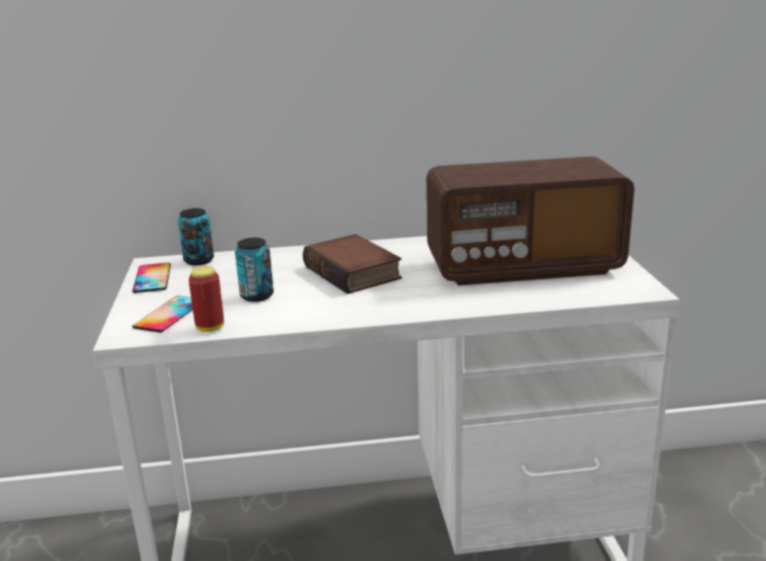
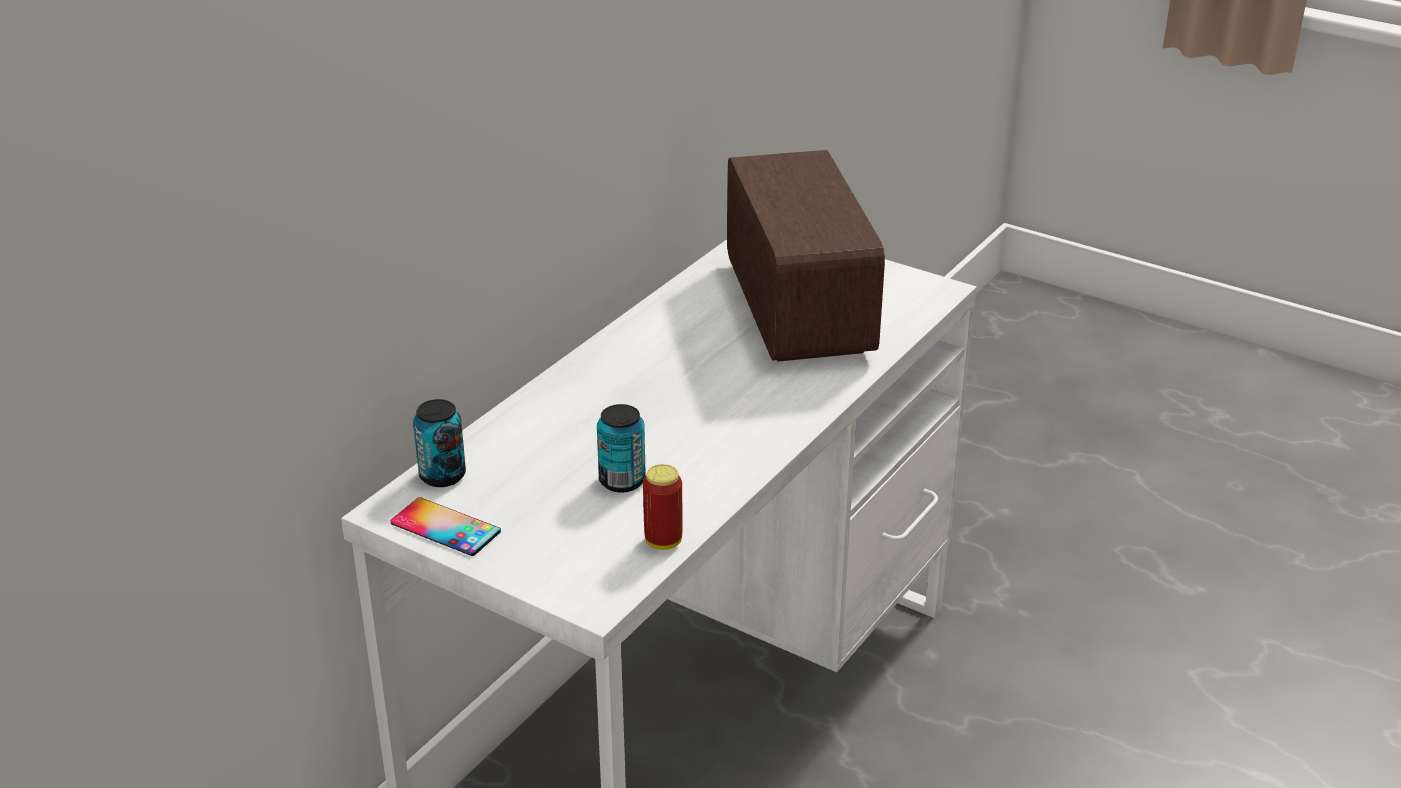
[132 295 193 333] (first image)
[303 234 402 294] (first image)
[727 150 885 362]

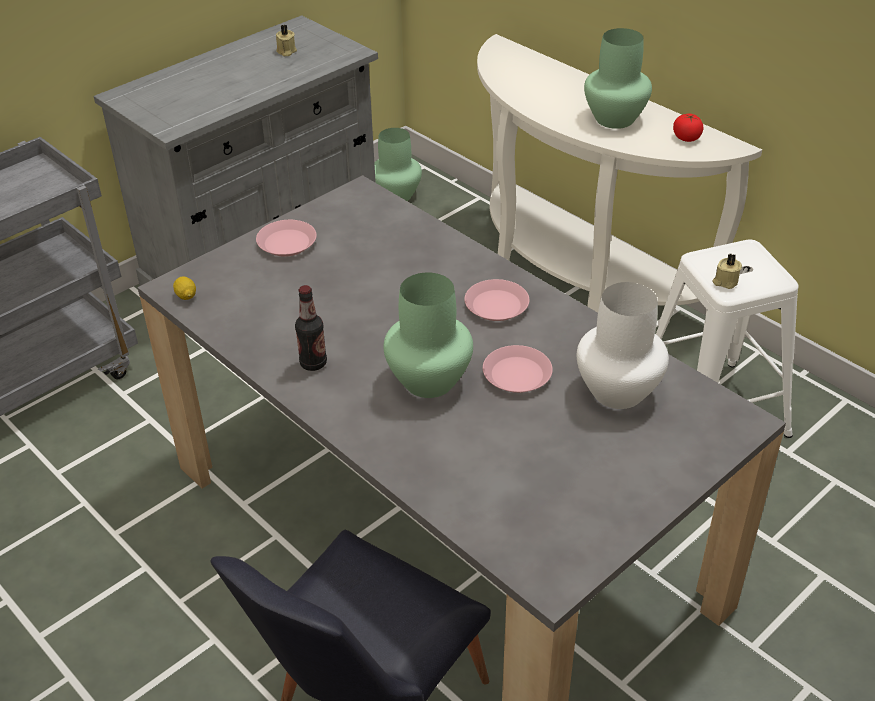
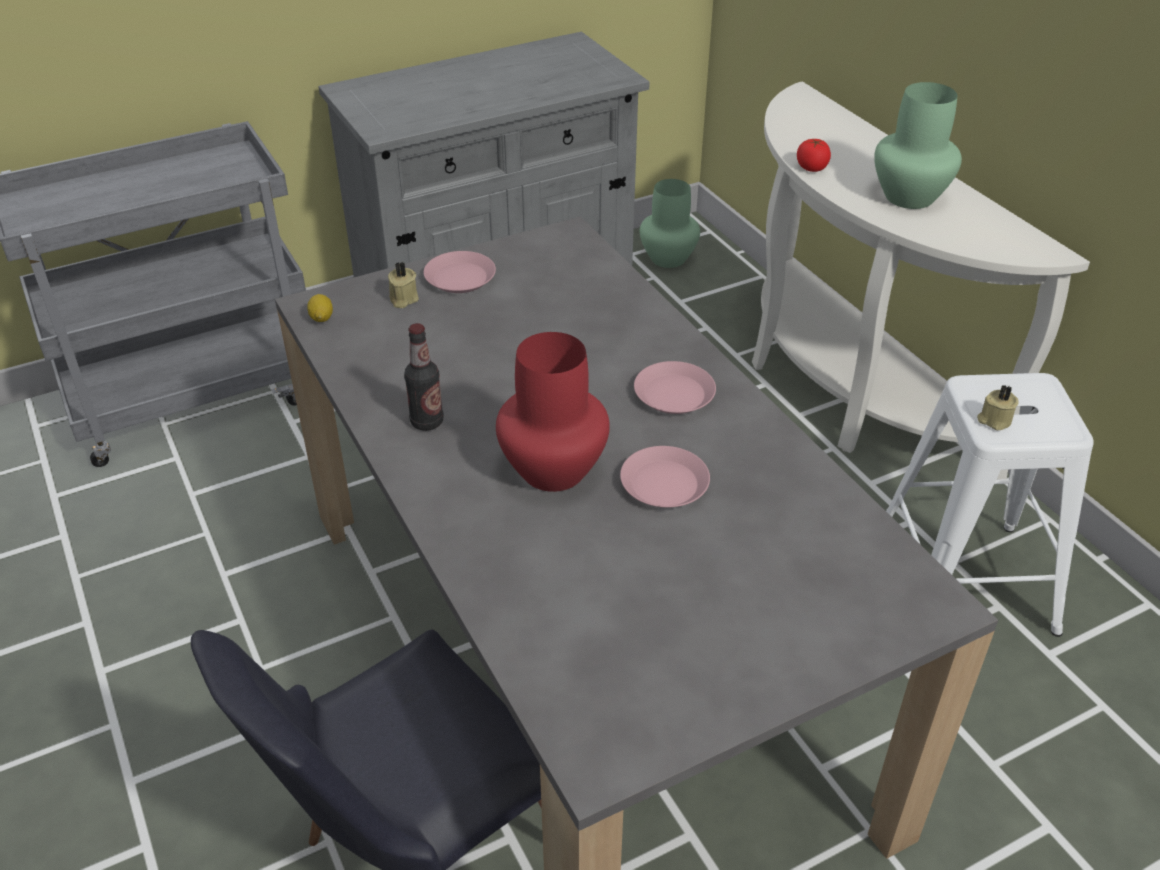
[388 262 419 308]
[496 332 610 492]
[577 282 669 409] (first image)
[797 138 831 172]

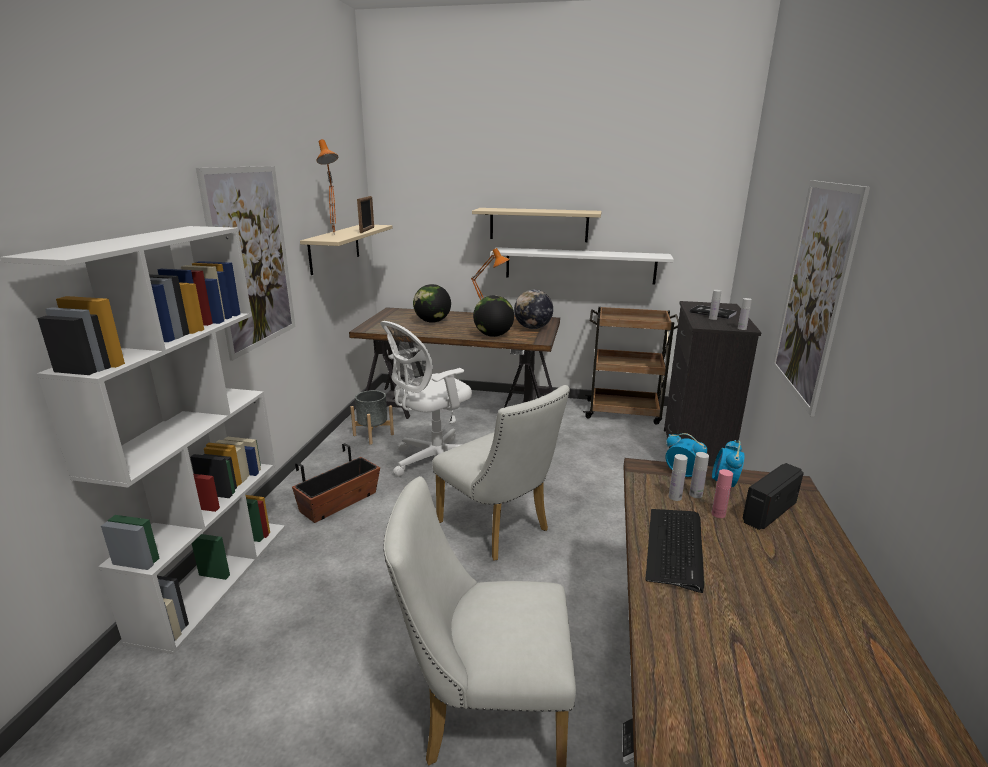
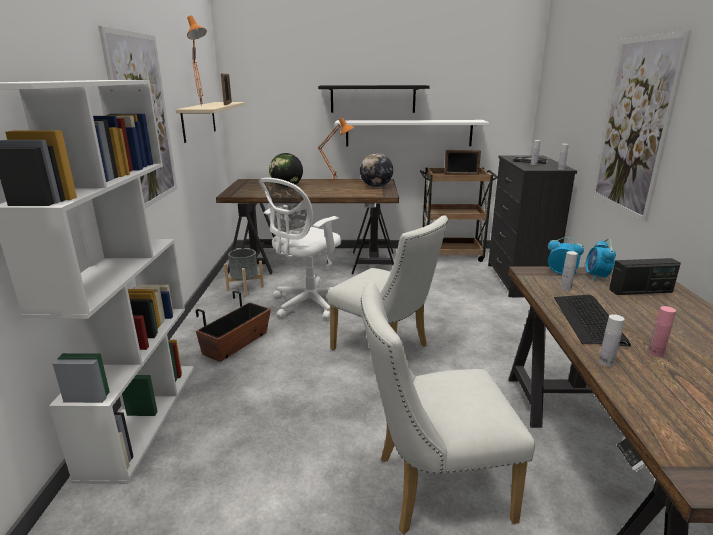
[318 85 429 113]
[473 295 514 337] (first image)
[599 314 625 367]
[648 306 676 357]
[609 258 681 295]
[444 150 481 175]

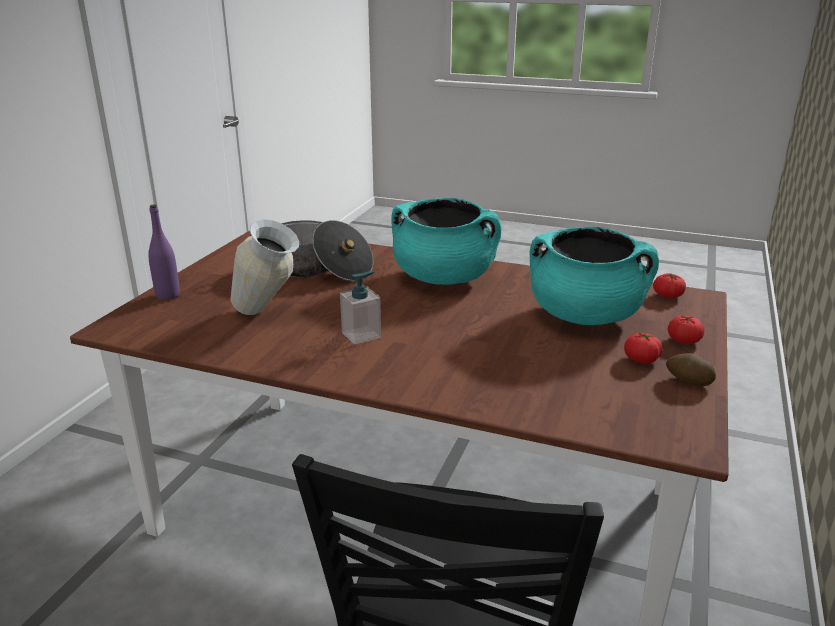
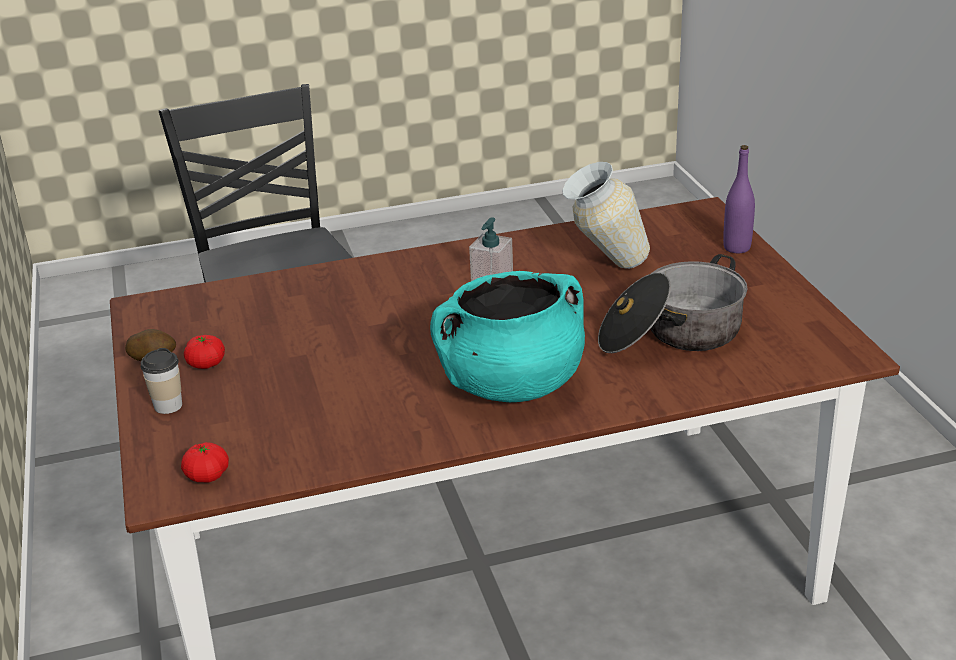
[530 227 659 325] (first image)
[141 348 182 414]

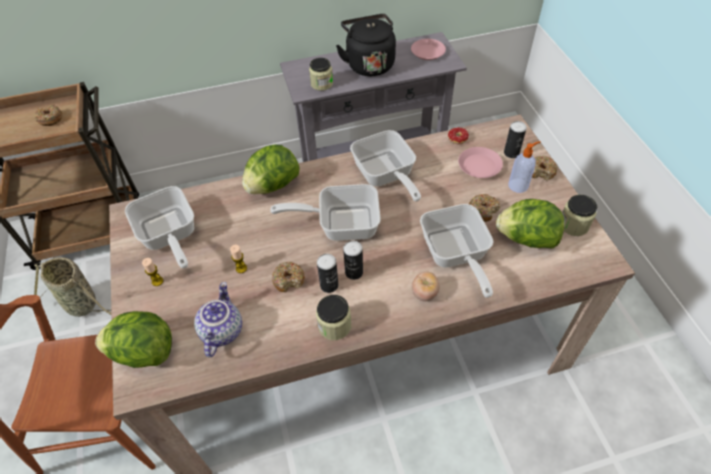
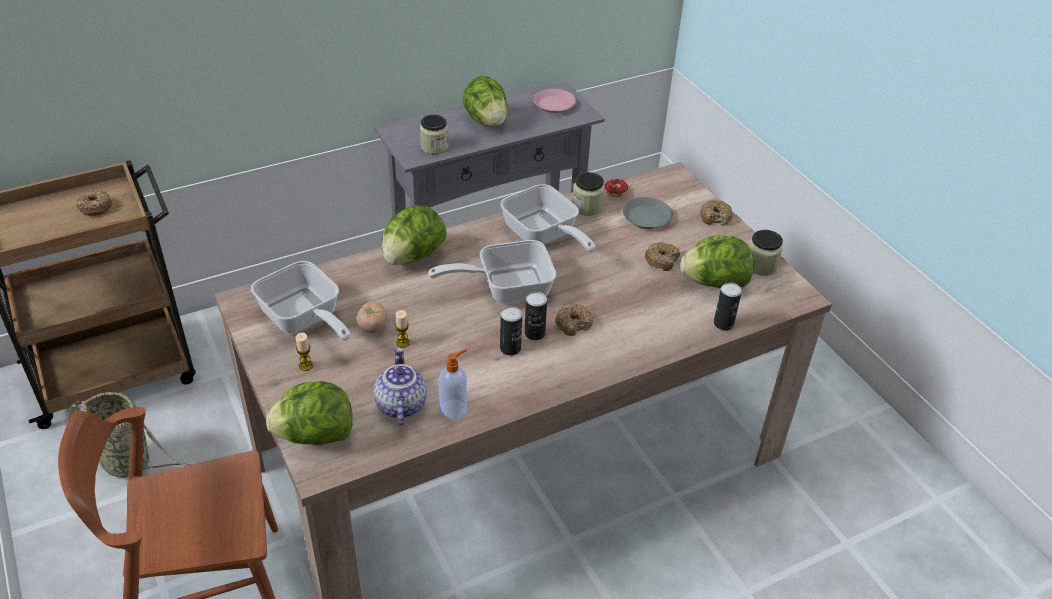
[555 304 593 336]
[572 172 605 216]
[462 76 508 127]
[357 302 387 333]
[420 204 494 298] (first image)
[623 197 673 229]
[714 282 742 330]
[439 349 467 420]

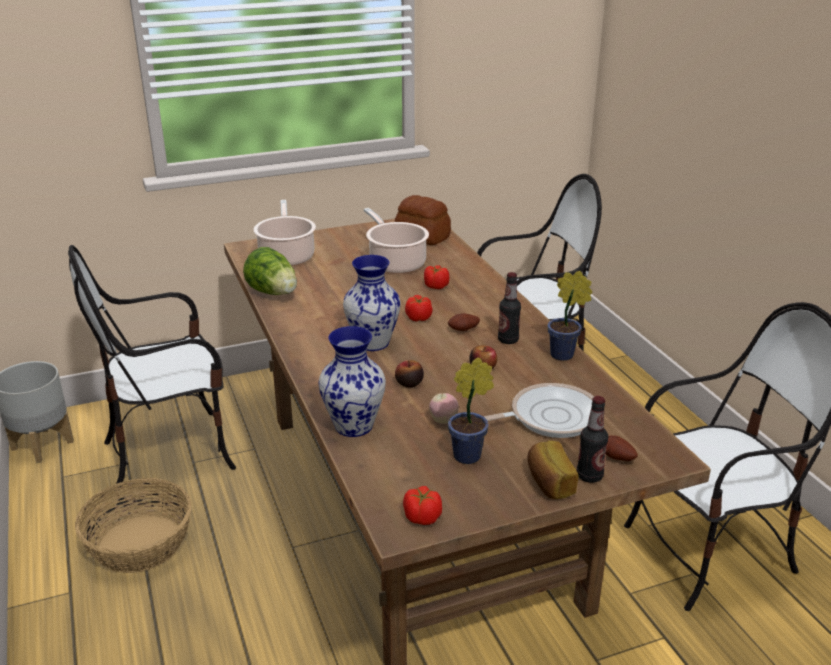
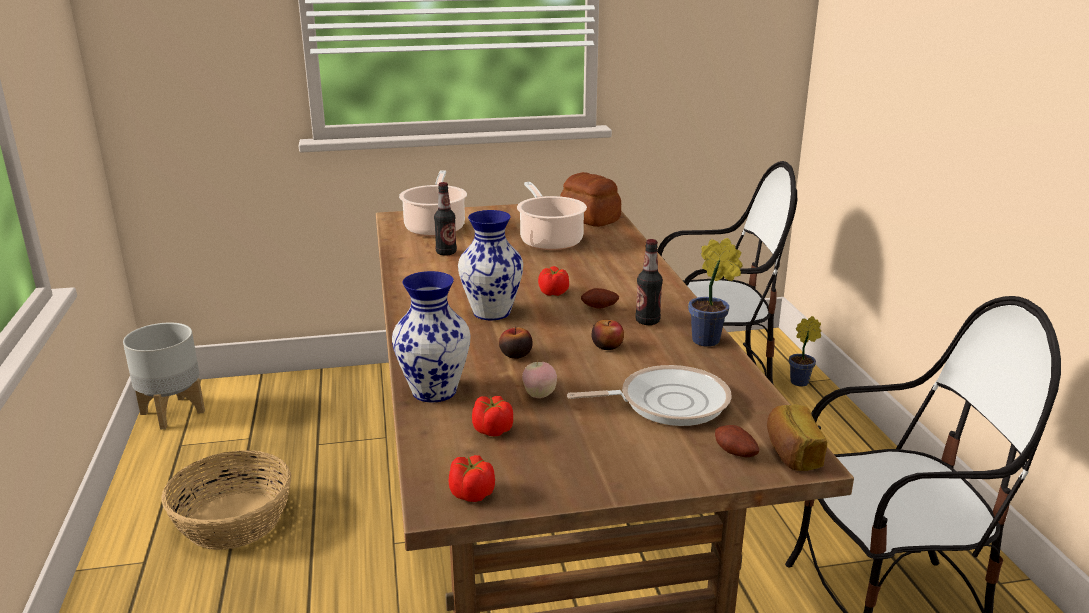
[68 245 236 491] (first image)
[243 247 297 295] (first image)
[472 396 513 437]
[789 316 821 387]
[767 404 827 471]
[434 182 457 256]

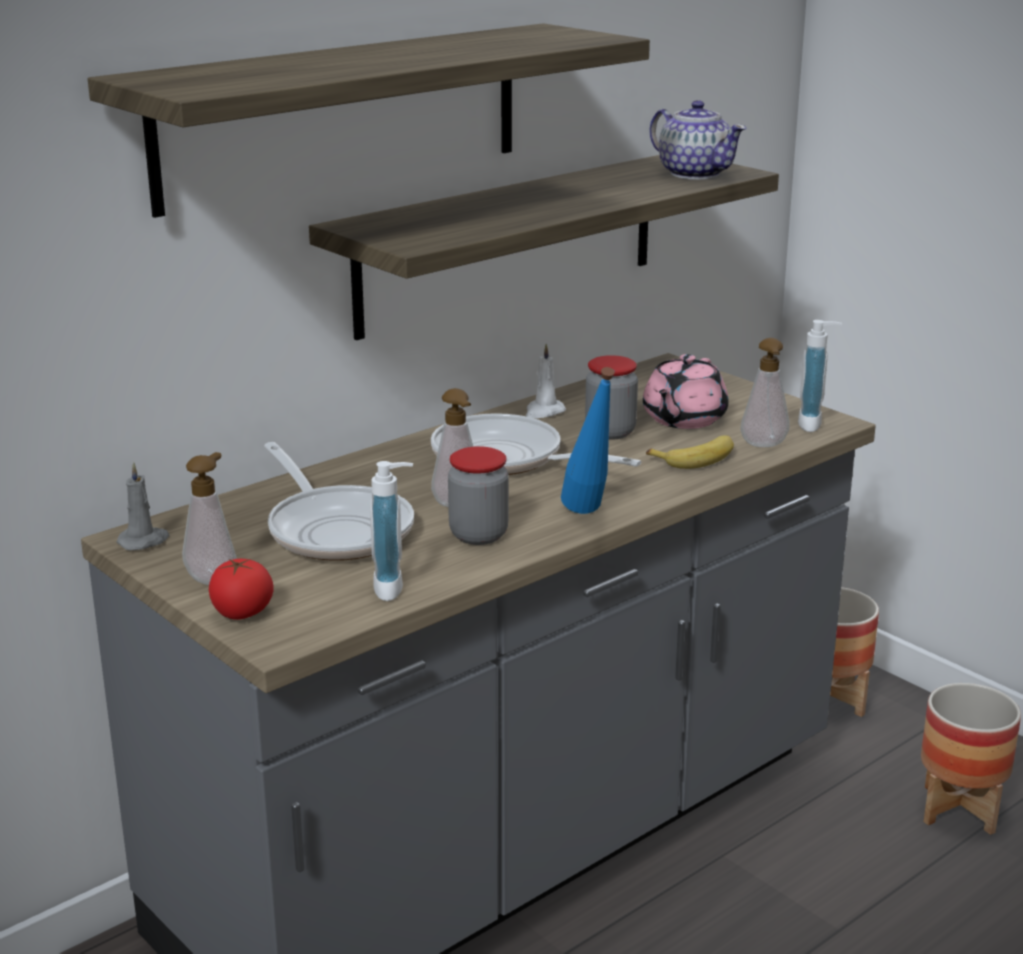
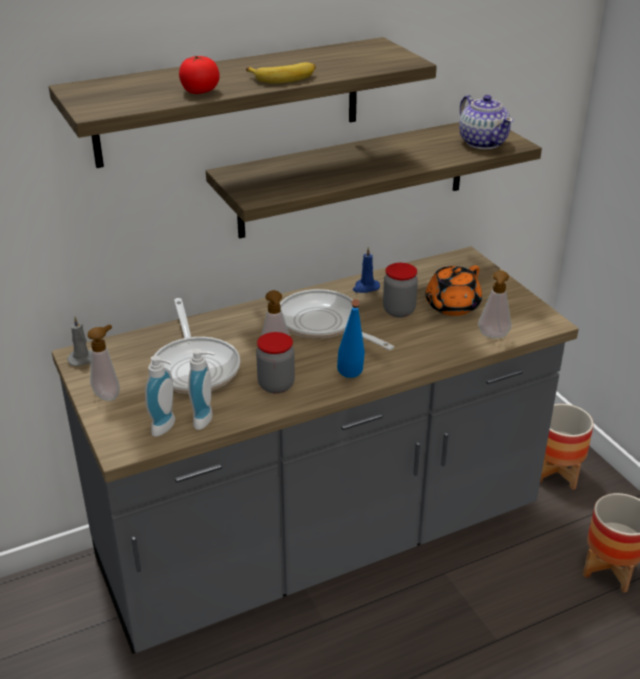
[179 55 220 94]
[353 247 380 293]
[426 265 482 316]
[246 62 316 83]
[145 355 175 437]

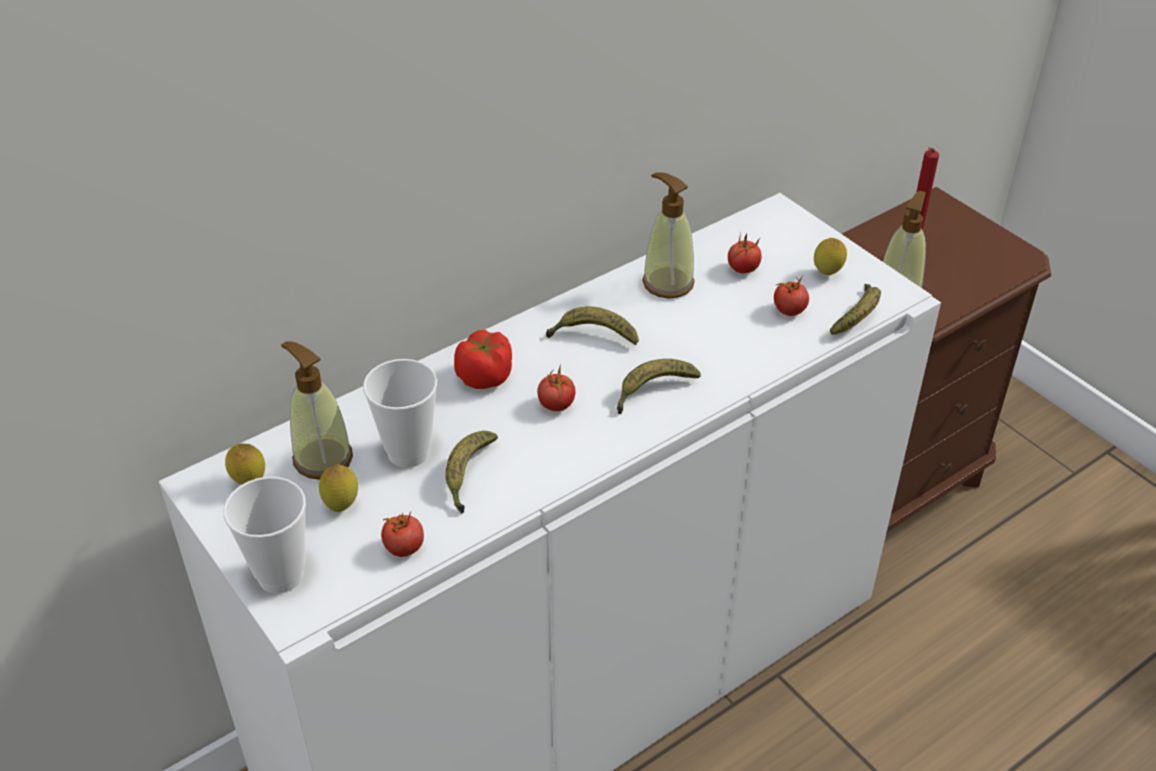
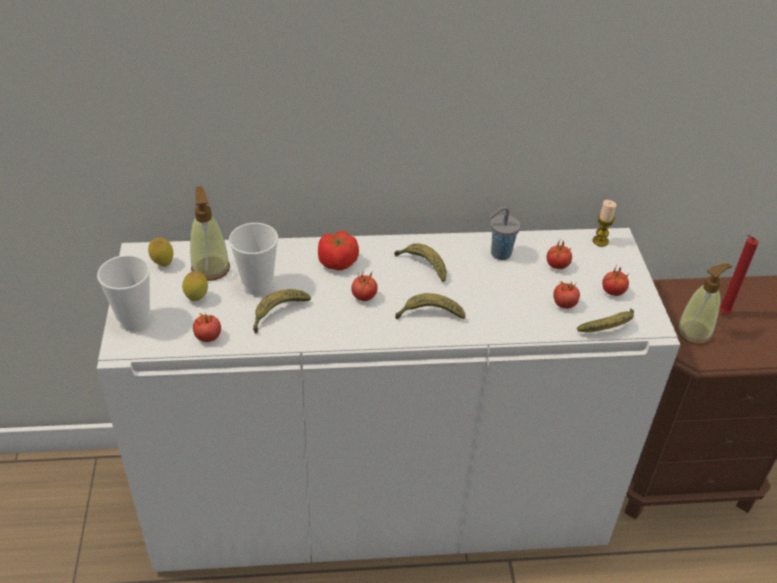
[490 206 521 260]
[602 266 629 296]
[592 200 616 246]

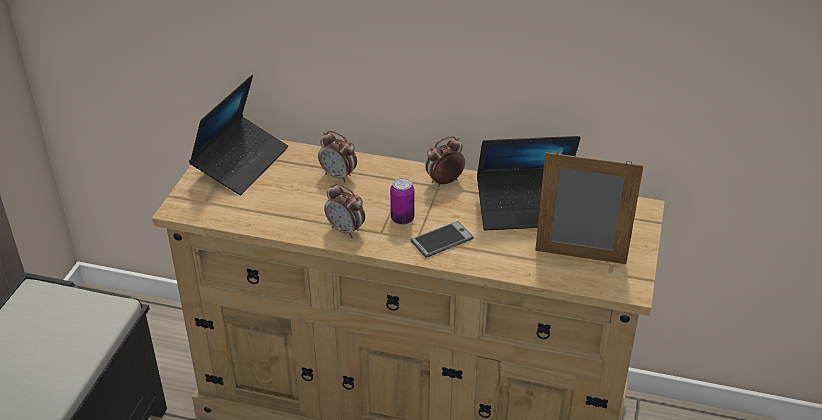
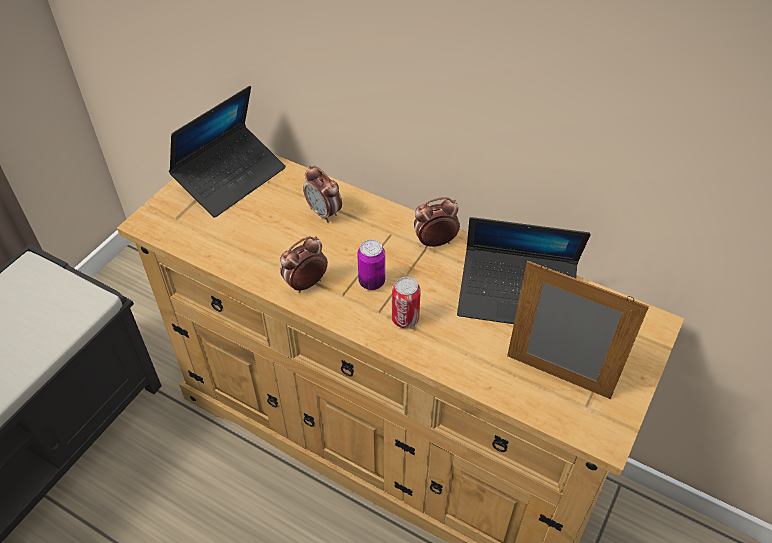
[280 236 328 293]
[392 277 421 328]

